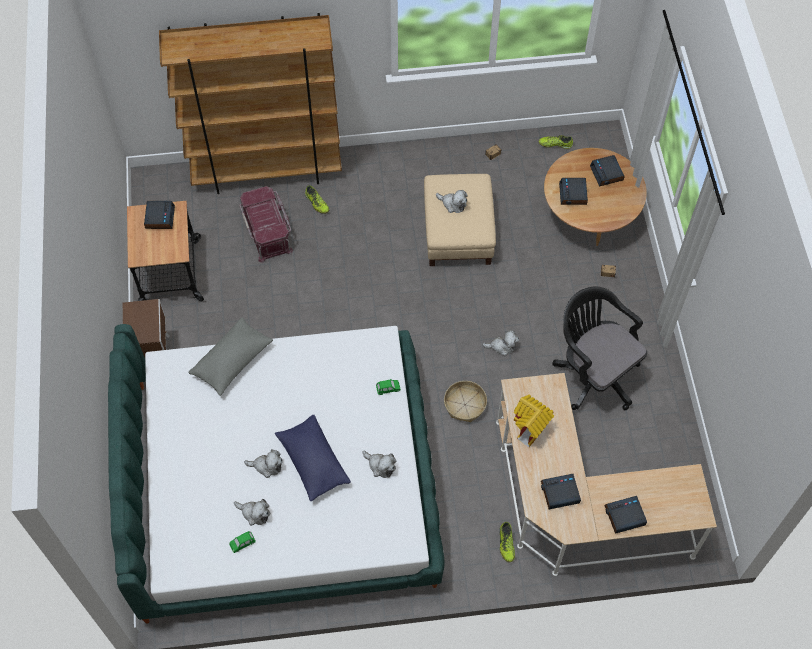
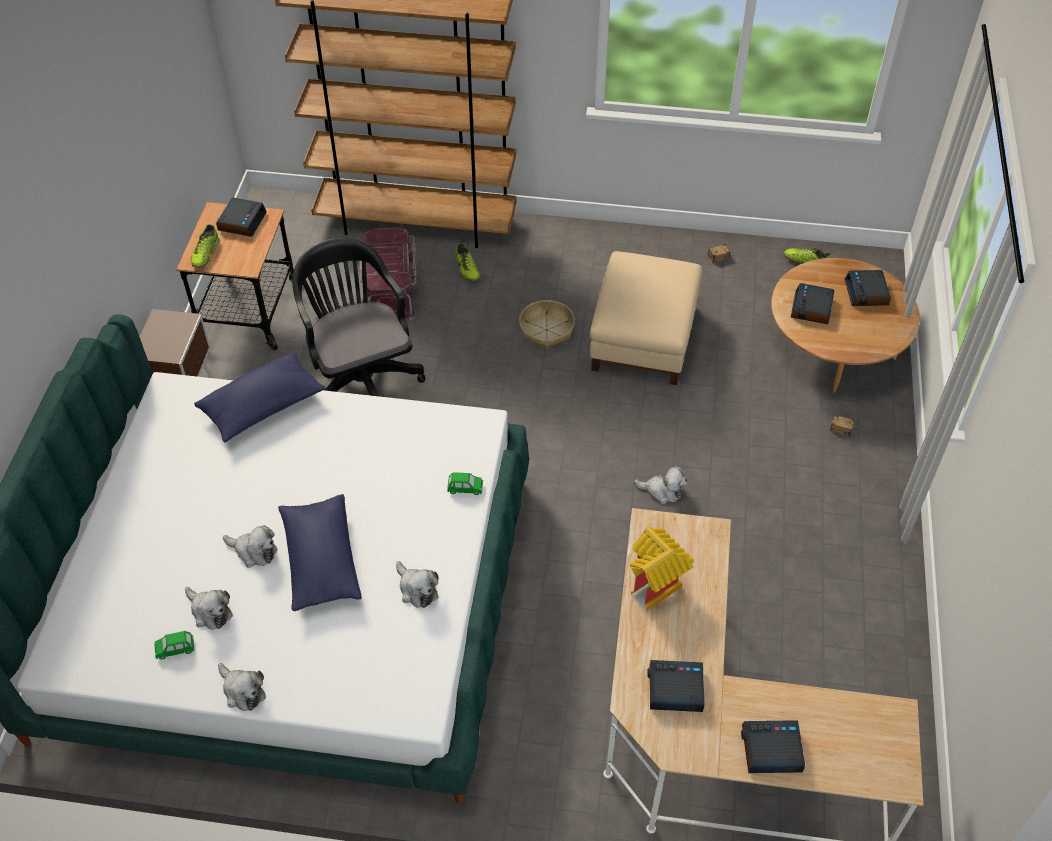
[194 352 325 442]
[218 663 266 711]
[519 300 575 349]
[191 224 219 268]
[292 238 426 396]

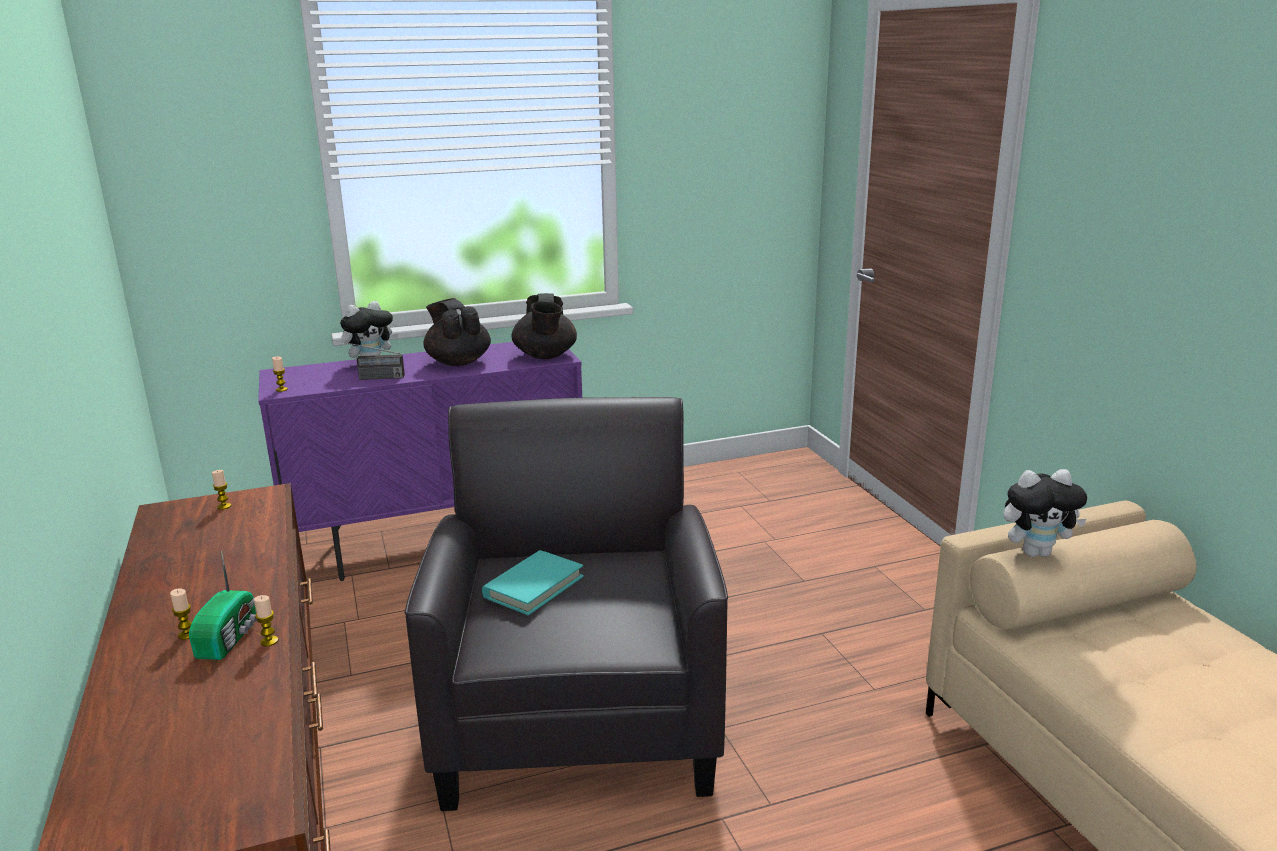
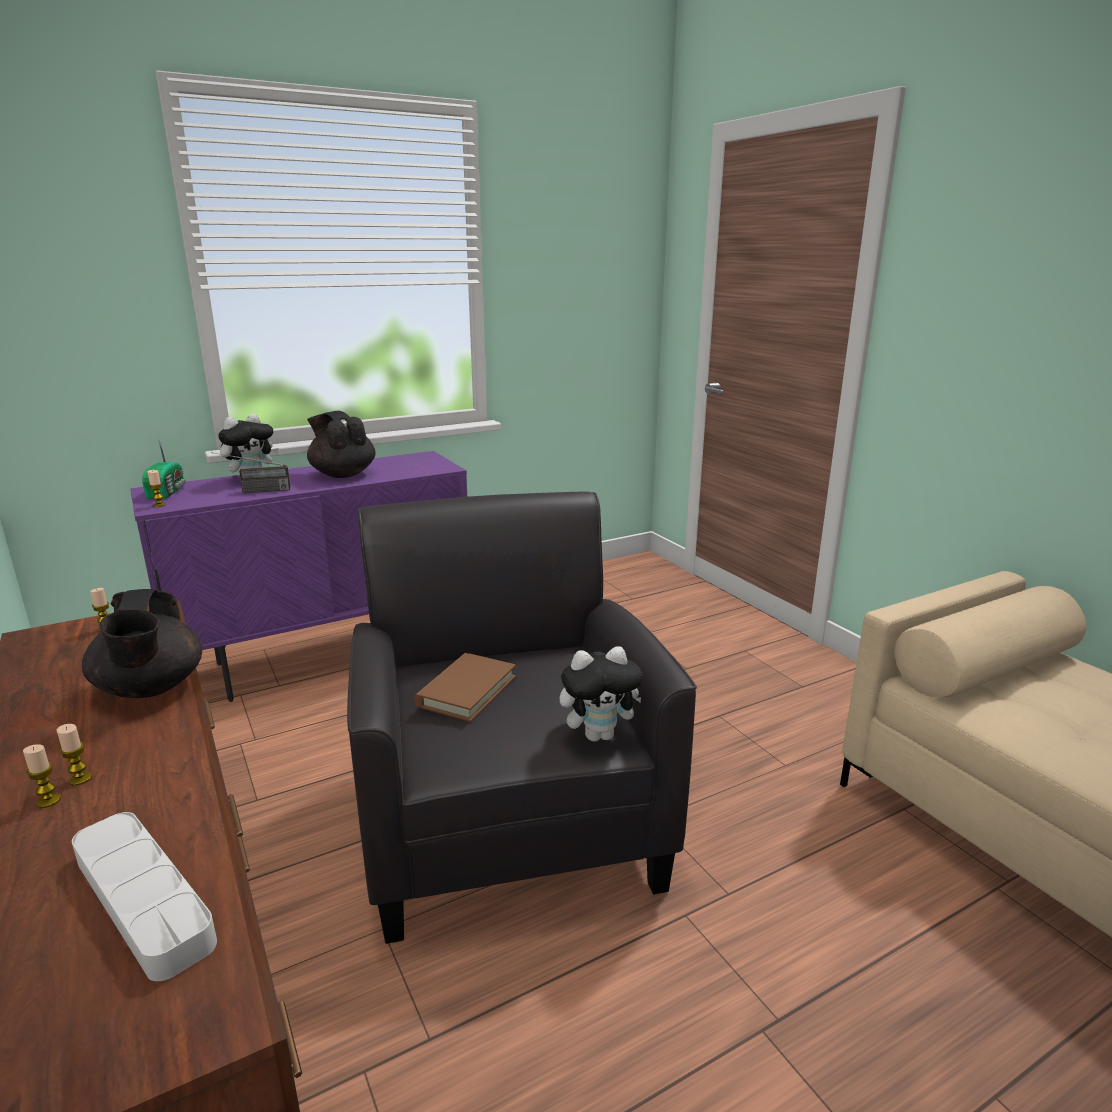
[142 436 186 499]
[23 744 61 808]
[414 653 516 722]
[82 589 202 698]
[560 646 643 742]
[72 812 217 981]

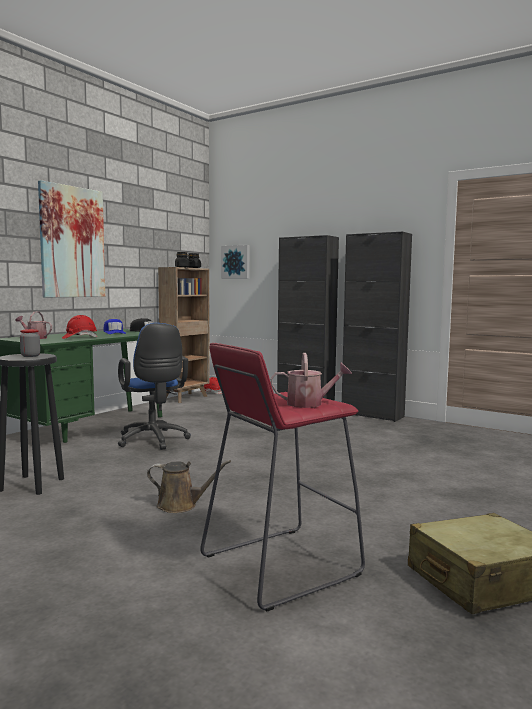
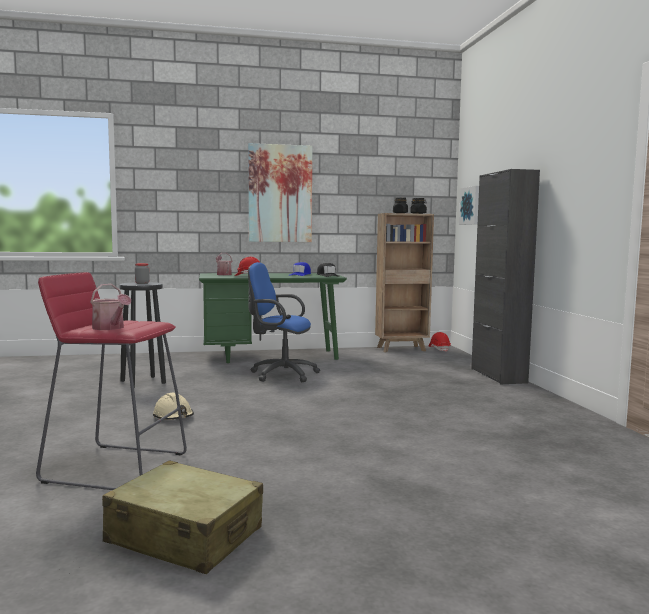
[248 262 320 382]
[153 393 194 420]
[342 232 412 422] (first image)

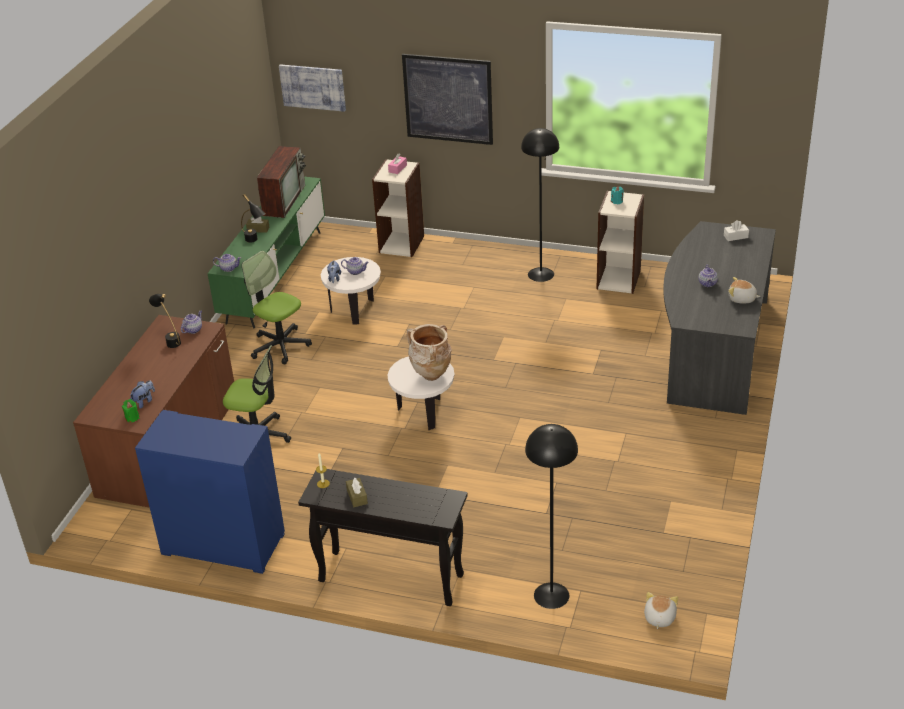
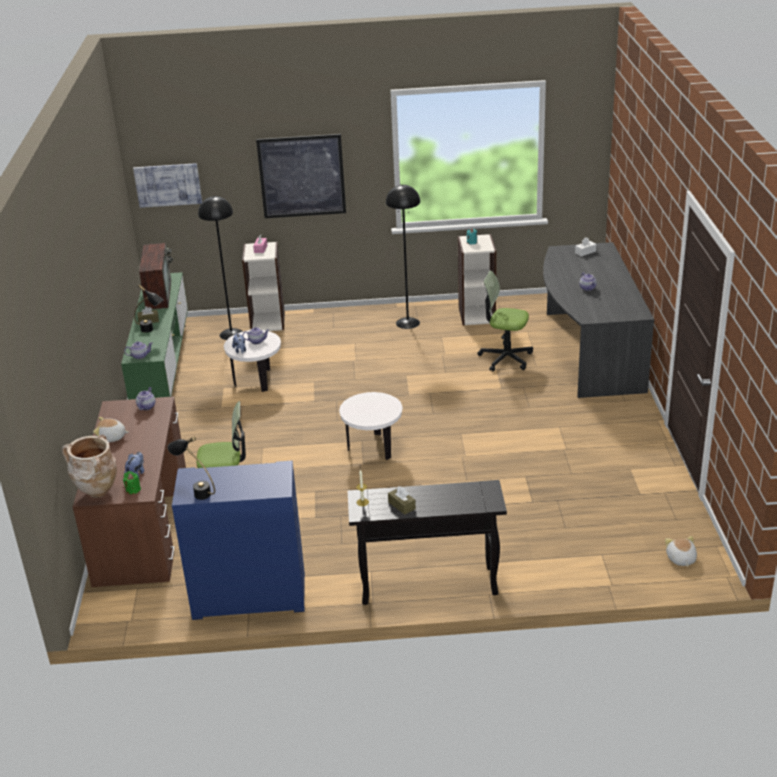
[167 436 215 500]
[477 271 533 371]
[62 434 117 498]
[198 196 243 340]
[93 417 129 442]

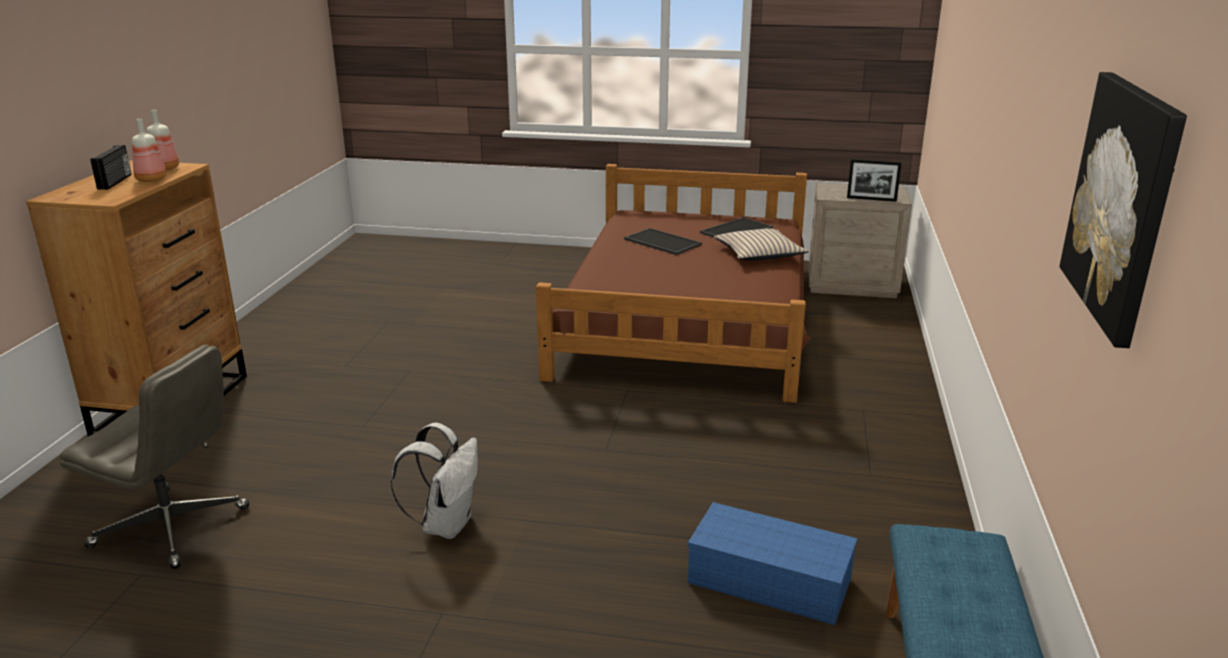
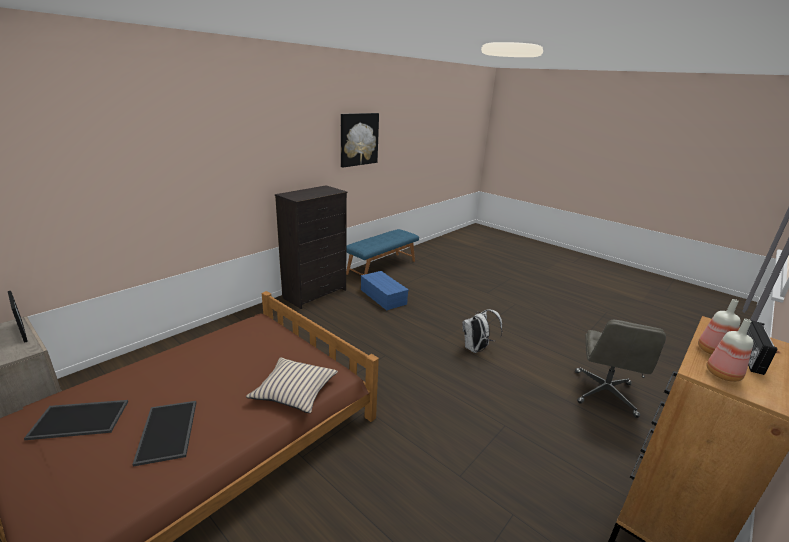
[575 320 666 418]
[246 357 338 413]
[275 185 348 309]

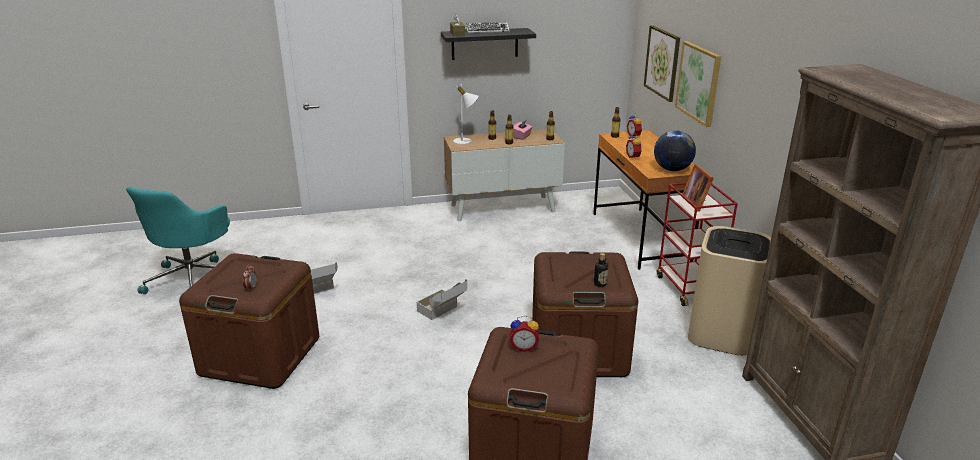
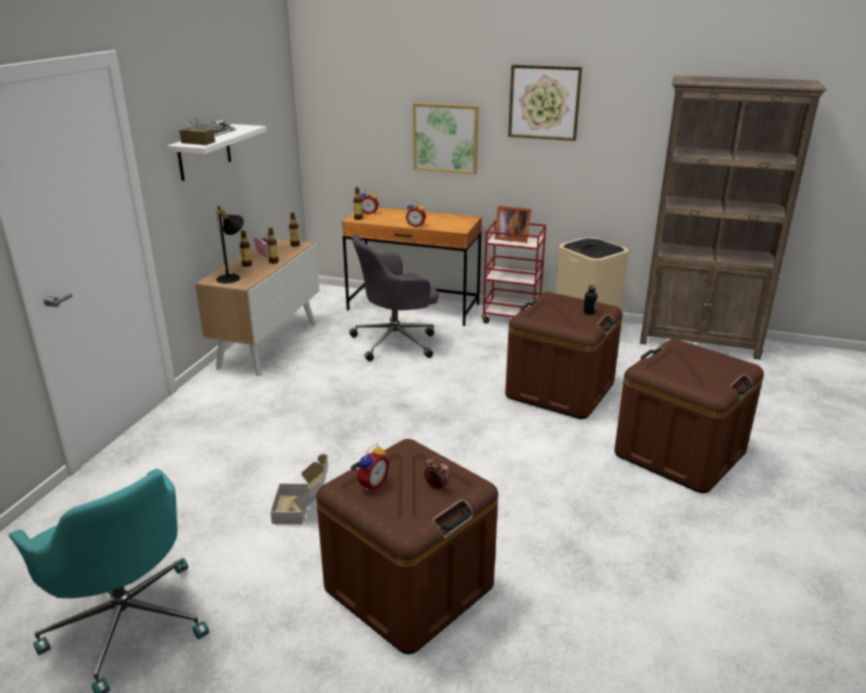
[417 279 467 320] (first image)
[167 124 266 181]
[216 206 244 283]
[356 444 389 491]
[508 65 582 141]
[654 130 696 171] (first image)
[349 234 439 361]

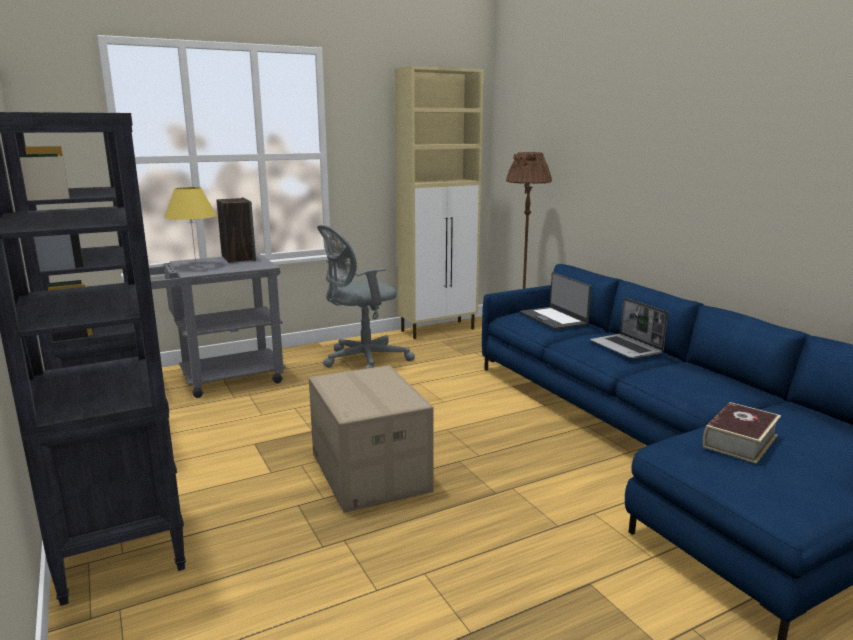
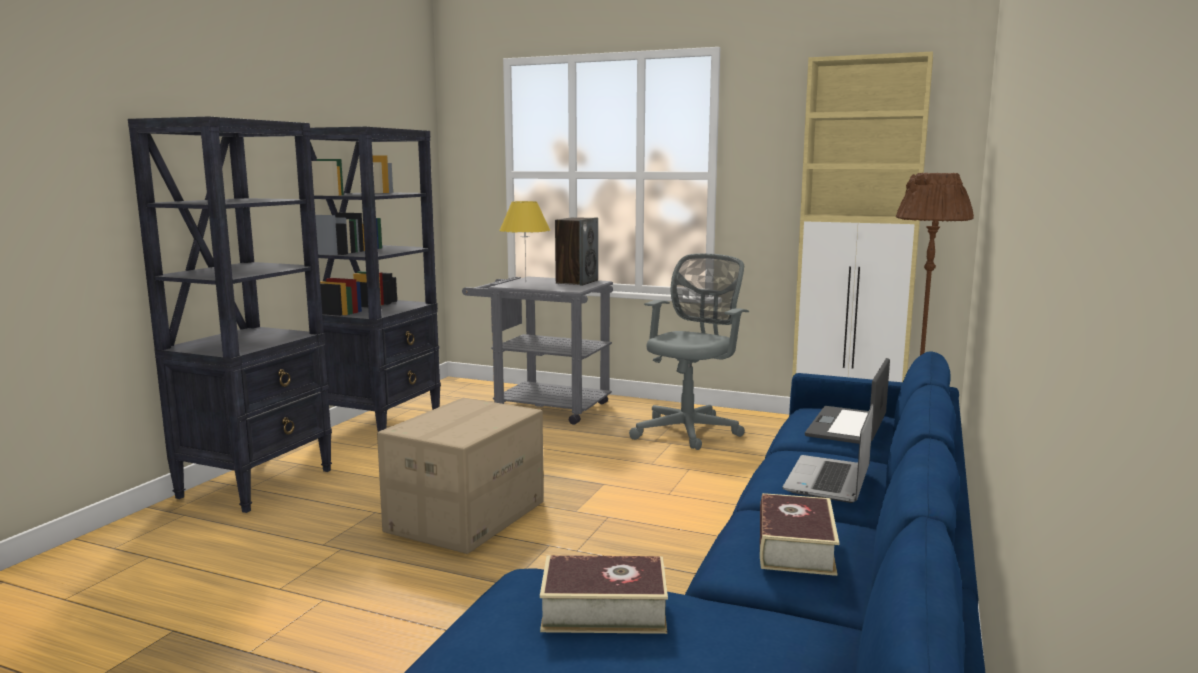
[629 253 749 450]
[760 493 839 576]

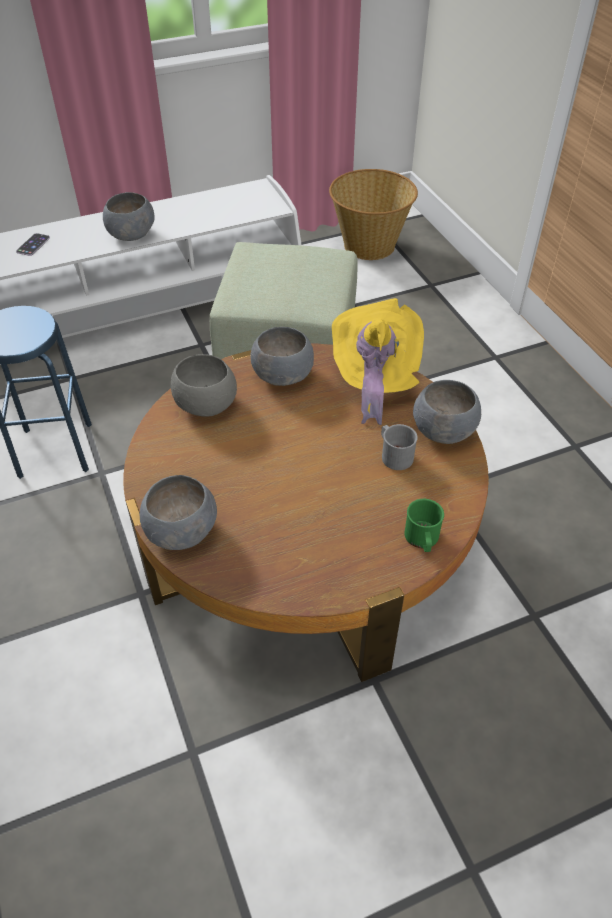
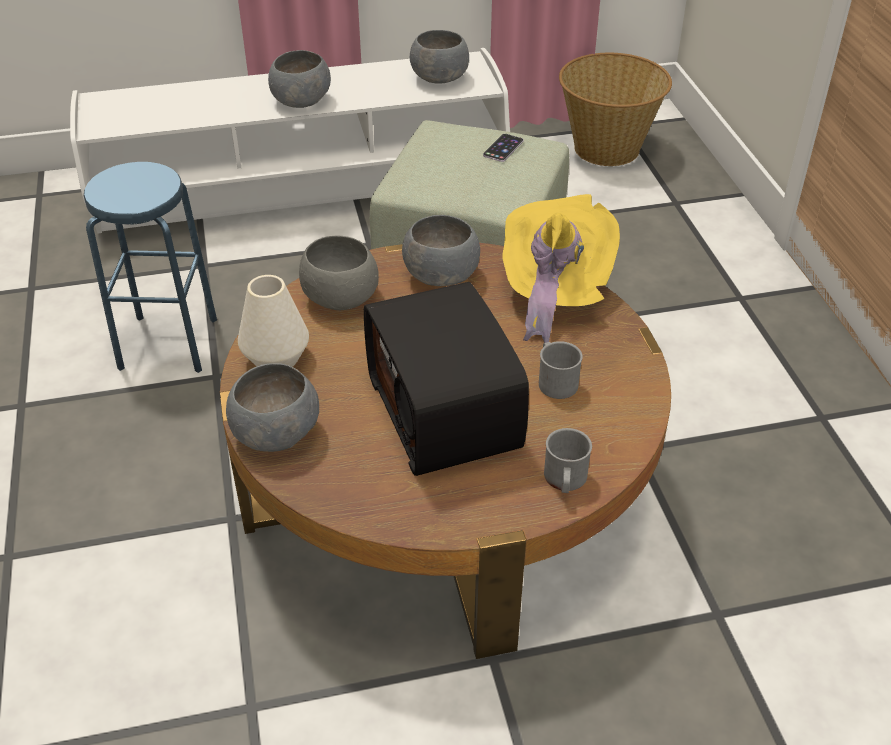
[483 134 524 162]
[544 428 592 493]
[410 30 469 83]
[238 275 309 367]
[364 282 529 476]

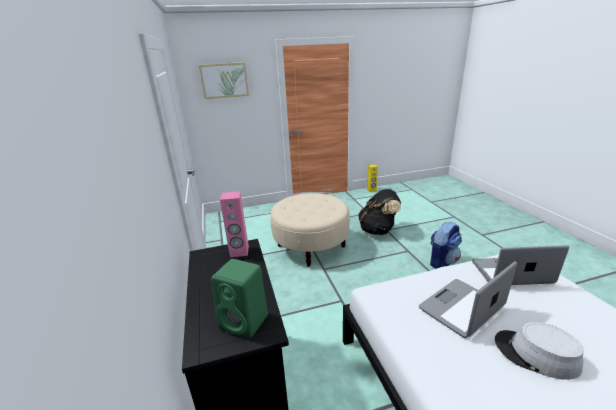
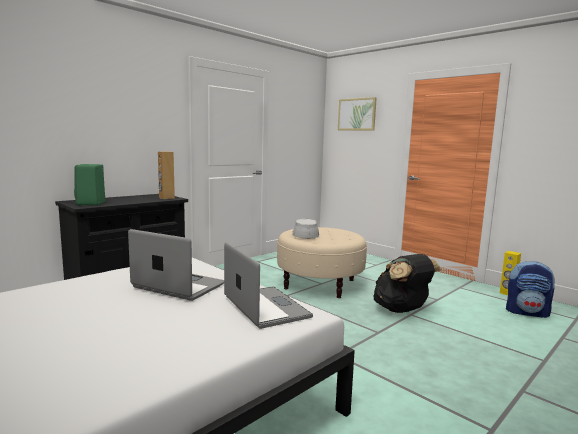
[158 151 175 199]
[506 261 555 318]
[293 219 319 239]

